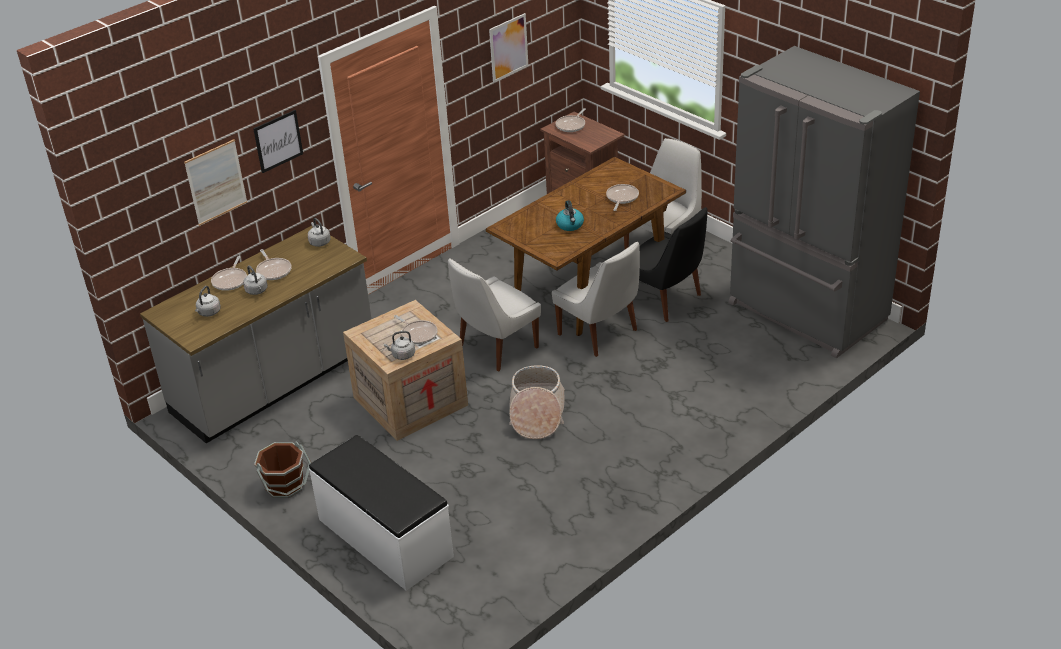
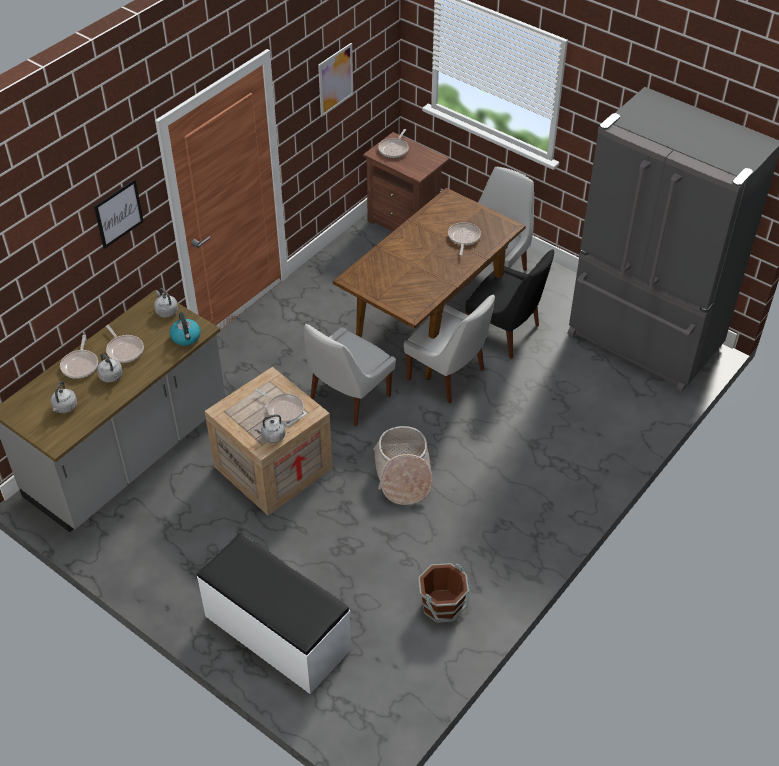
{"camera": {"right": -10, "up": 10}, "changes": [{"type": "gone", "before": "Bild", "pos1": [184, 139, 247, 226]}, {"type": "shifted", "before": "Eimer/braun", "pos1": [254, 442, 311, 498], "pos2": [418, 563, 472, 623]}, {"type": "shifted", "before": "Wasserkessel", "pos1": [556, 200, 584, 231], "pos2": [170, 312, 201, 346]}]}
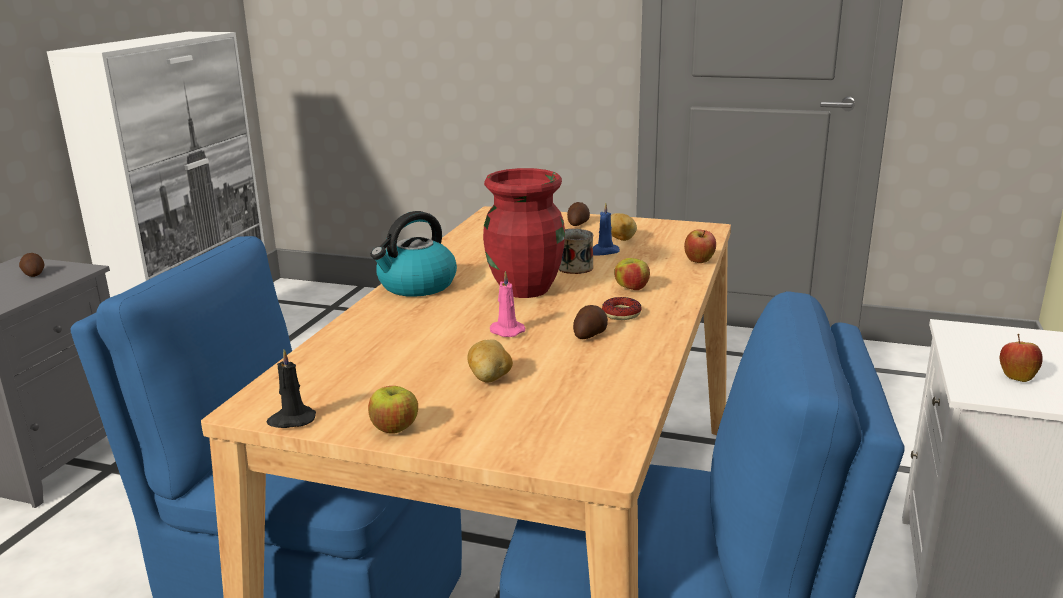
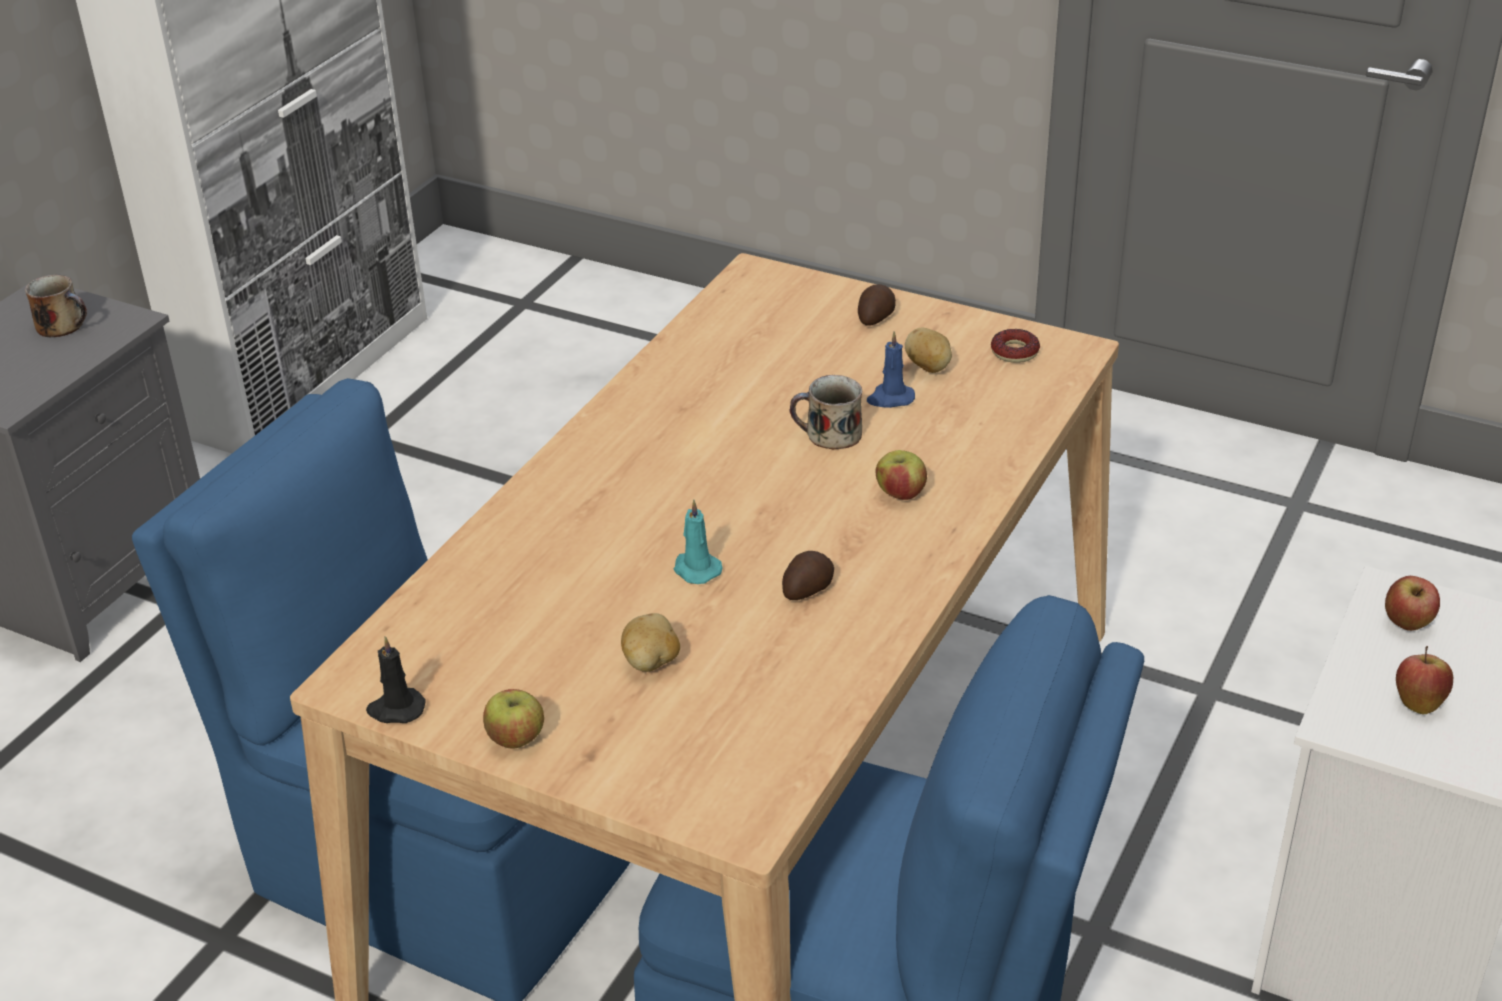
{"camera": {"right": 10, "up": 15}, "changes": [{"type": "gone", "before": "Wasserkessel", "pos1": [371, 211, 457, 297]}, {"type": "gone", "before": "Vase/rot", "pos1": [483, 168, 565, 298]}, {"type": "shifted", "before": "Donut", "pos1": [602, 297, 642, 320], "pos2": [991, 329, 1040, 363]}, {"type": "shifted", "before": "Apfel", "pos1": [684, 230, 716, 263], "pos2": [1385, 576, 1440, 631]}, {"type": "swapped", "before": "Kartoffel", "after": "Henkelbecher", "pos1": [19, 253, 44, 277], "pos2": [25, 274, 87, 337]}, {"type": "repainted", "before": "Kerze/rosa", "after": "Kerze/türkis", "pos1": [490, 271, 525, 337], "pos2": [674, 499, 723, 584]}]}
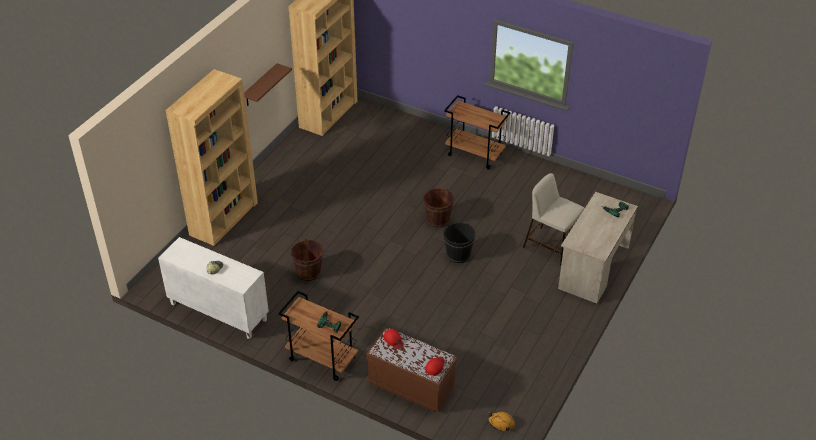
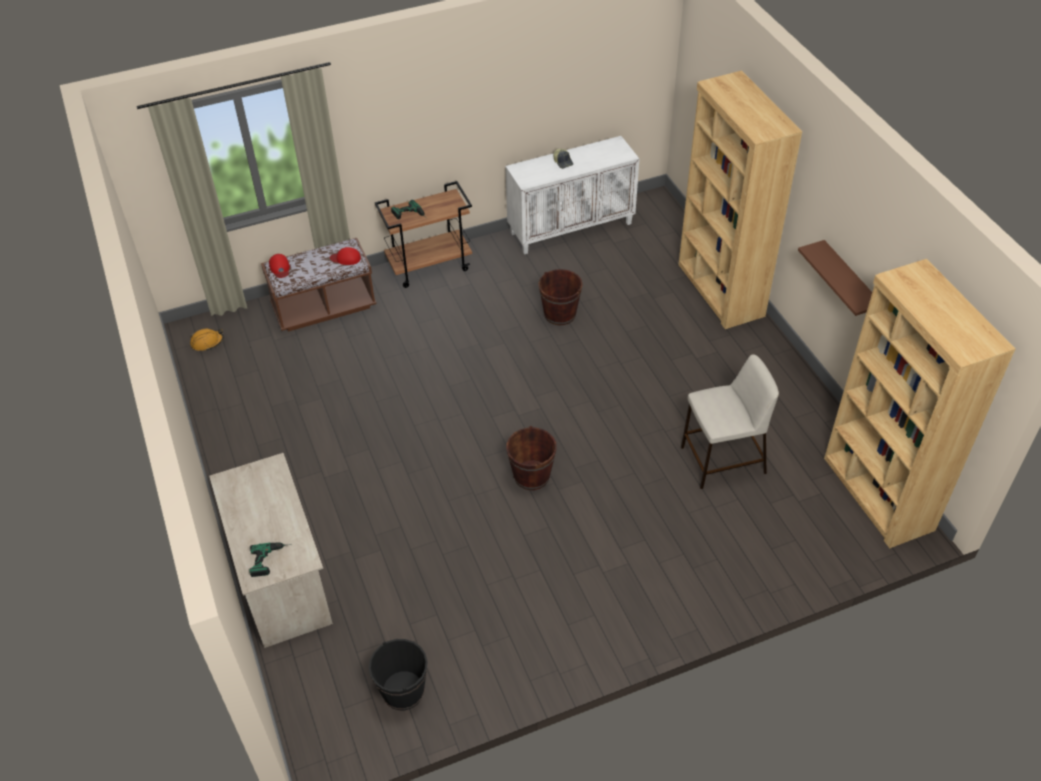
{"camera": {"right": 130, "up": 5}, "changes": [{"type": "gone", "before": "Rollwagen/braun", "pos1": [444, 95, 510, 170]}, {"type": "shifted", "before": "Eimer/schwarz", "pos1": [444, 223, 475, 263], "pos2": [369, 639, 428, 710]}, {"type": "shifted", "before": "Hocker/beige", "pos1": [523, 173, 584, 265], "pos2": [681, 354, 779, 489]}]}
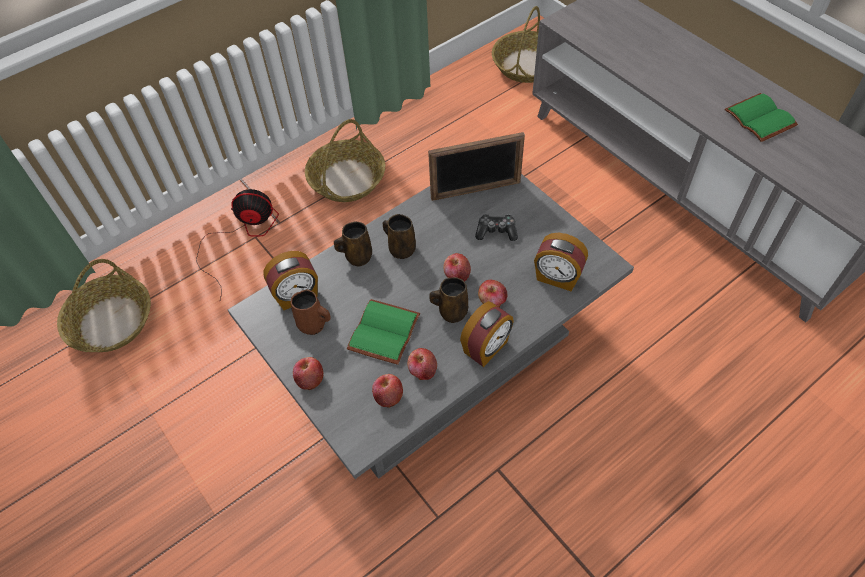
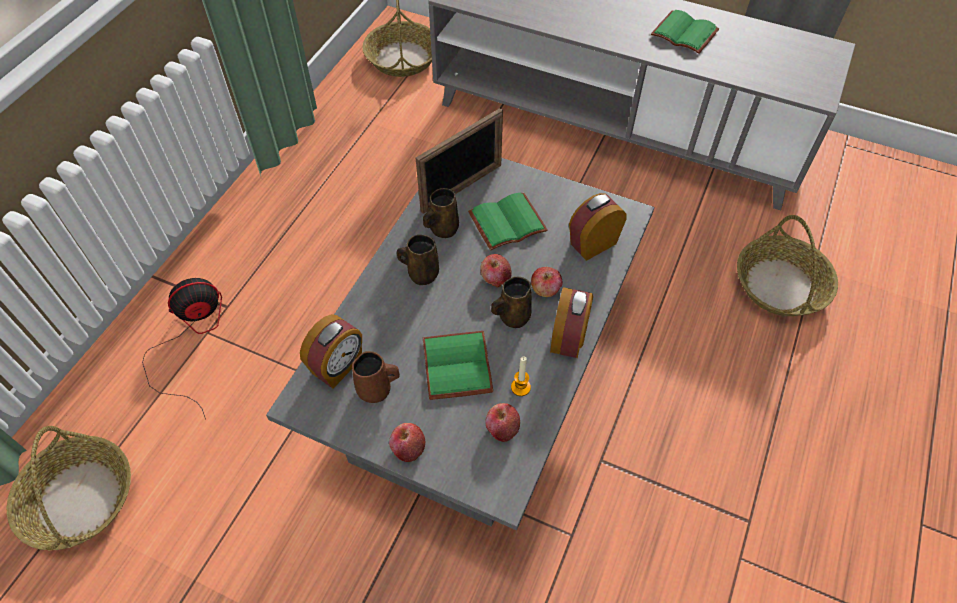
{"camera": {"right": -30, "up": 0}, "changes": [{"type": "shifted", "before": "Korb", "pos1": [305, 119, 385, 202], "pos2": [737, 215, 838, 316]}, {"type": "shifted", "before": "Henkelbecher/braun", "pos1": [334, 222, 372, 267], "pos2": [423, 188, 459, 238]}, {"type": "swapped", "before": "Apfel", "after": "Kerze", "pos1": [407, 348, 437, 380], "pos2": [511, 356, 531, 396]}, {"type": "swapped", "before": "Gamepad", "after": "Buch/grün", "pos1": [475, 214, 518, 241], "pos2": [468, 192, 548, 251]}, {"type": "rotated", "before": "Wecker", "pos1": [534, 232, 588, 291], "pos2": [569, 193, 626, 261], "turn": 150}]}
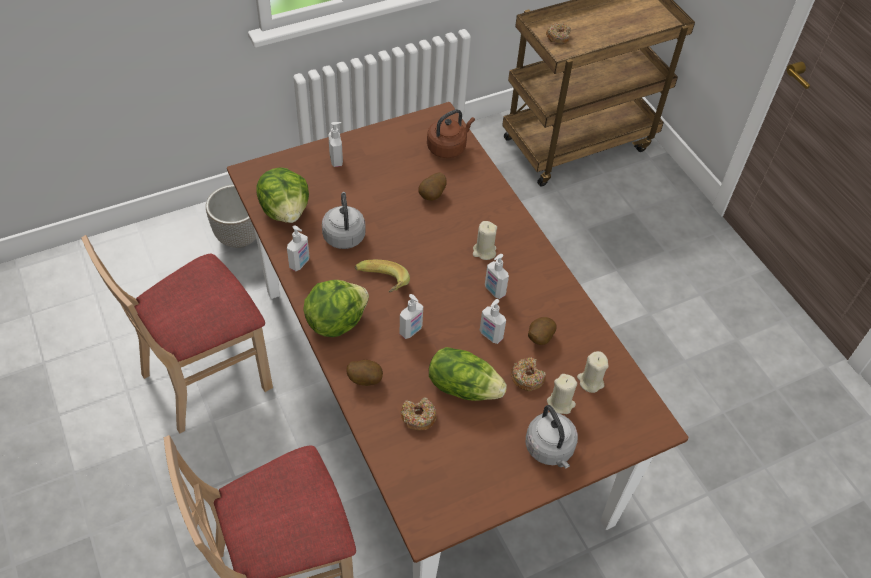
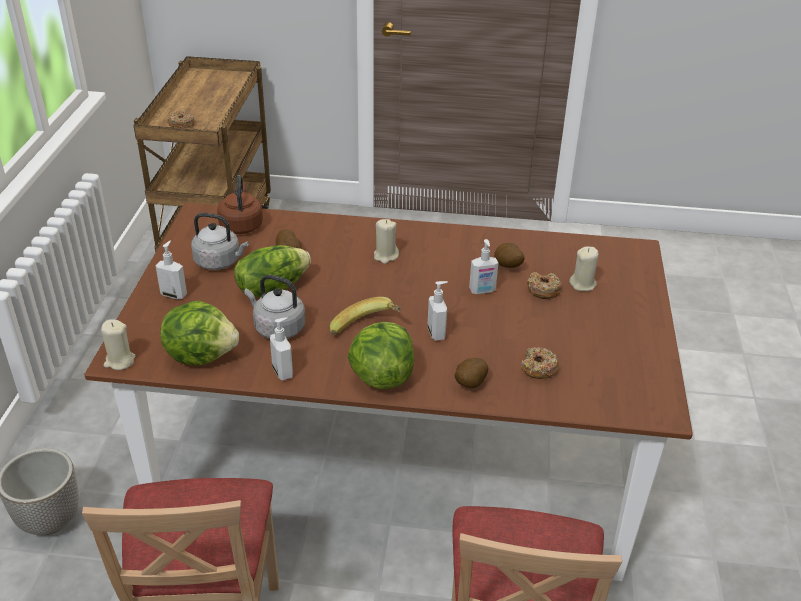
{"camera": {"right": -55, "up": -15}, "changes": [{"type": "gone", "before": "Seifenspender", "pos1": [485, 254, 509, 299]}, {"type": "shifted", "before": "Salatkopf", "pos1": [429, 347, 507, 401], "pos2": [234, 245, 311, 297]}, {"type": "shifted", "before": "Wasserkessel/grau", "pos1": [525, 405, 578, 469], "pos2": [191, 213, 248, 270]}, {"type": "shifted", "before": "Kerze/beige", "pos1": [577, 351, 609, 393], "pos2": [101, 319, 135, 370]}]}
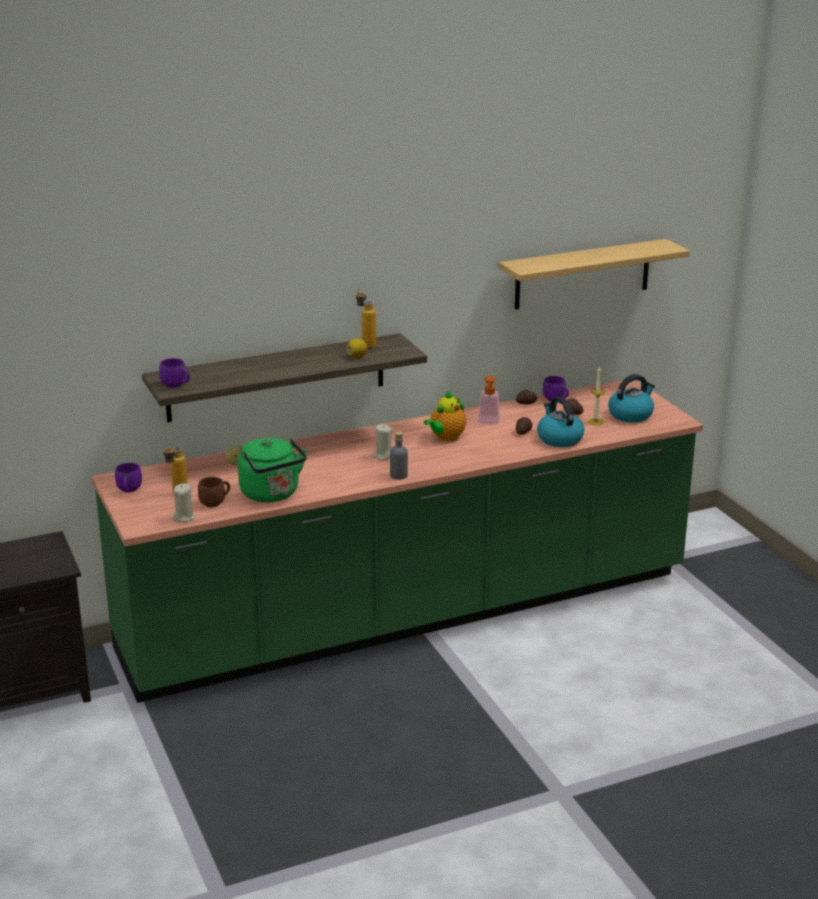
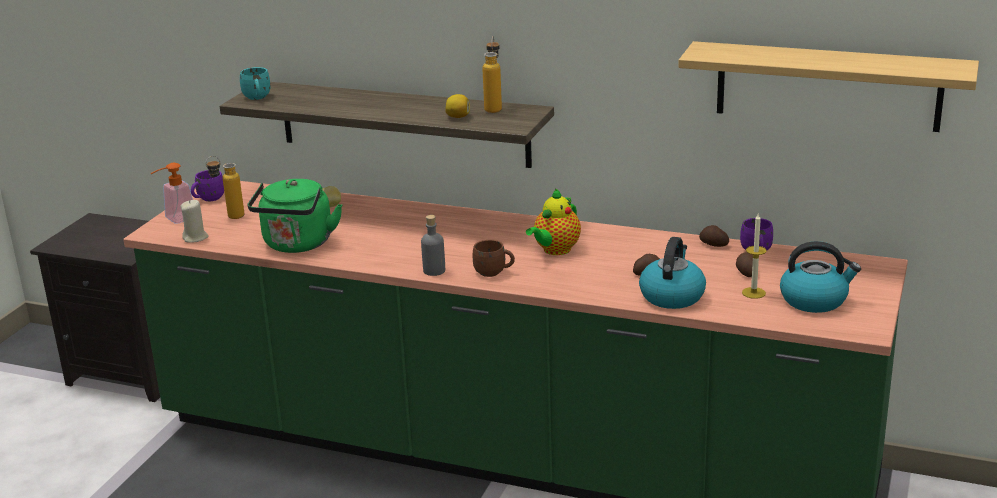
{"camera": {"right": 45, "up": 0}, "changes": [{"type": "gone", "before": "Kerze/beige", "pos1": [372, 424, 392, 460]}, {"type": "shifted", "before": "Henkelbecher/braun", "pos1": [198, 477, 230, 507], "pos2": [472, 240, 515, 277]}, {"type": "shifted", "before": "Seifenspender", "pos1": [478, 376, 500, 424], "pos2": [151, 163, 193, 224]}, {"type": "repainted", "before": "Henkelbecher/lila", "after": "Henkelbecher/türkis", "pos1": [159, 358, 190, 388], "pos2": [240, 67, 271, 100]}, {"type": "rotated", "before": "Teekanne", "pos1": [424, 391, 466, 442], "pos2": [526, 189, 581, 255], "turn": -45}]}
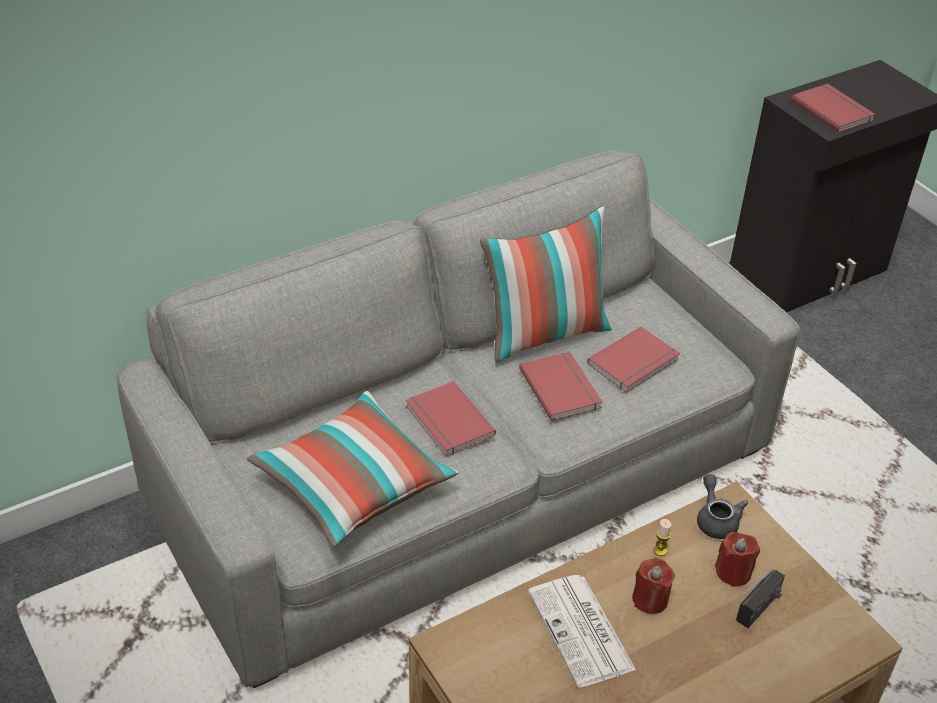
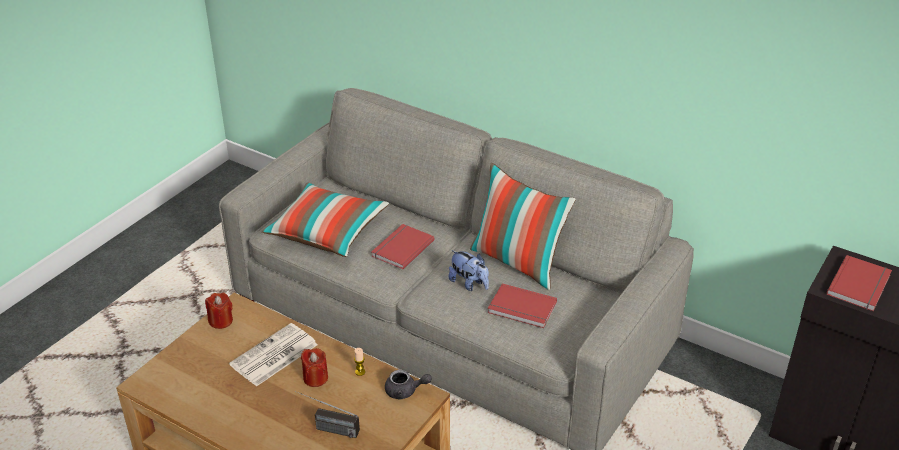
{"camera": {"right": 65, "up": -5}, "changes": [{"type": "shifted", "before": "Kerze/rot", "pos1": [715, 532, 760, 587], "pos2": [205, 293, 233, 329]}, {"type": "swapped", "before": "Buch/rot", "after": "Plüschtier", "pos1": [519, 352, 602, 421], "pos2": [449, 250, 489, 291]}, {"type": "rotated", "before": "Teekanne/grau", "pos1": [697, 474, 748, 539], "pos2": [385, 370, 432, 400], "turn": 45}]}
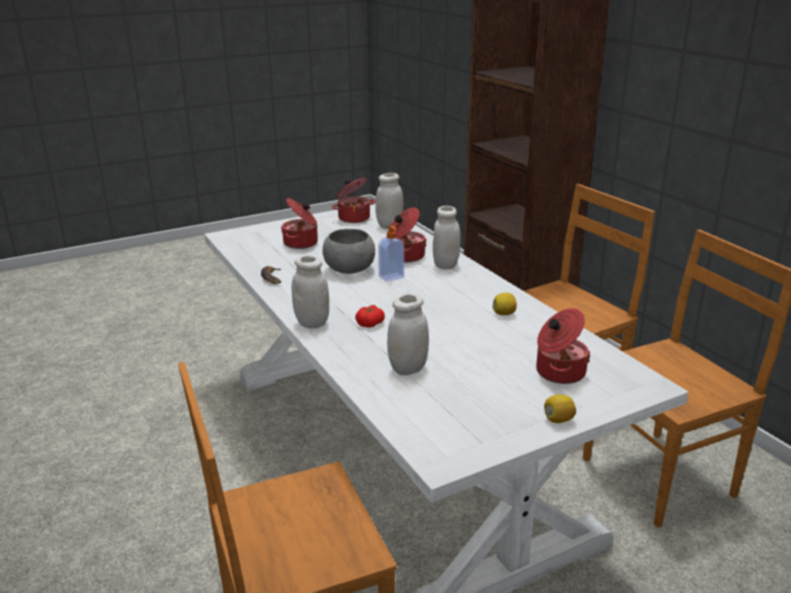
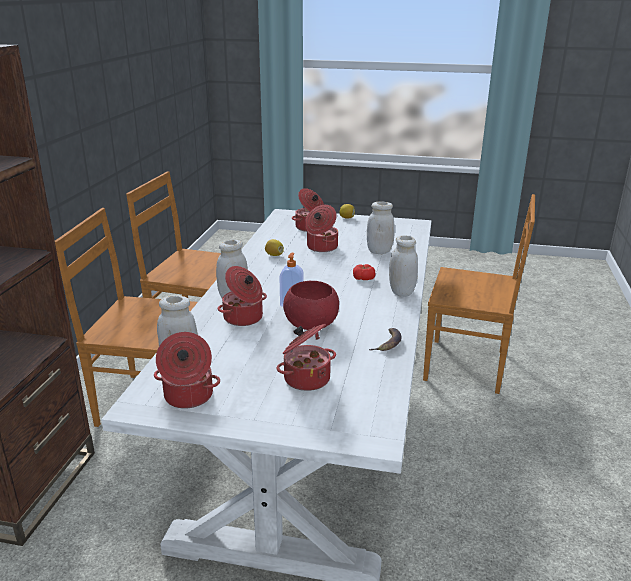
{"camera": {"right": -140, "up": 0}, "changes": [{"type": "new", "after": "Kochtopf", "pos2": [305, 205, 338, 252]}, {"type": "repainted", "before": "Schüssel/grau", "after": "Schüssel/rot", "pos1": [322, 229, 375, 274], "pos2": [283, 281, 339, 330]}]}
